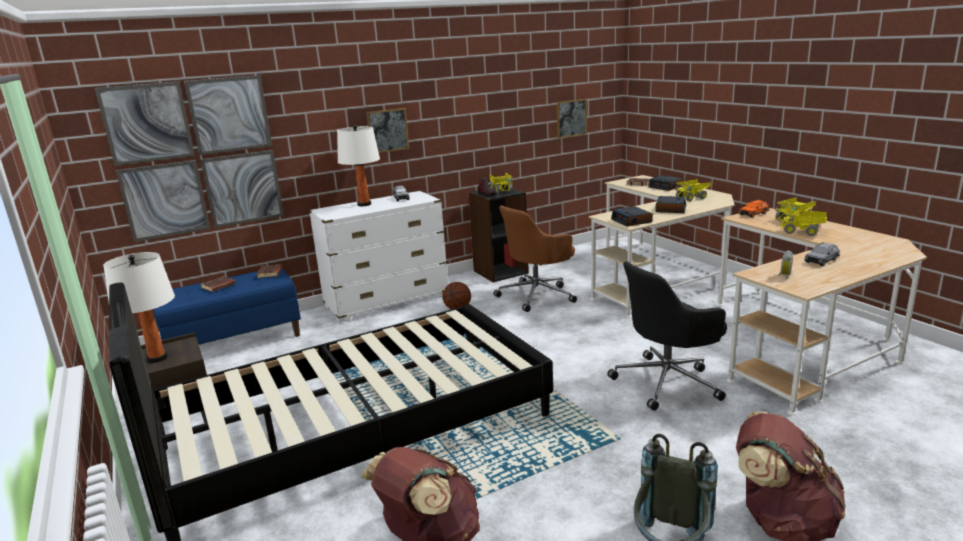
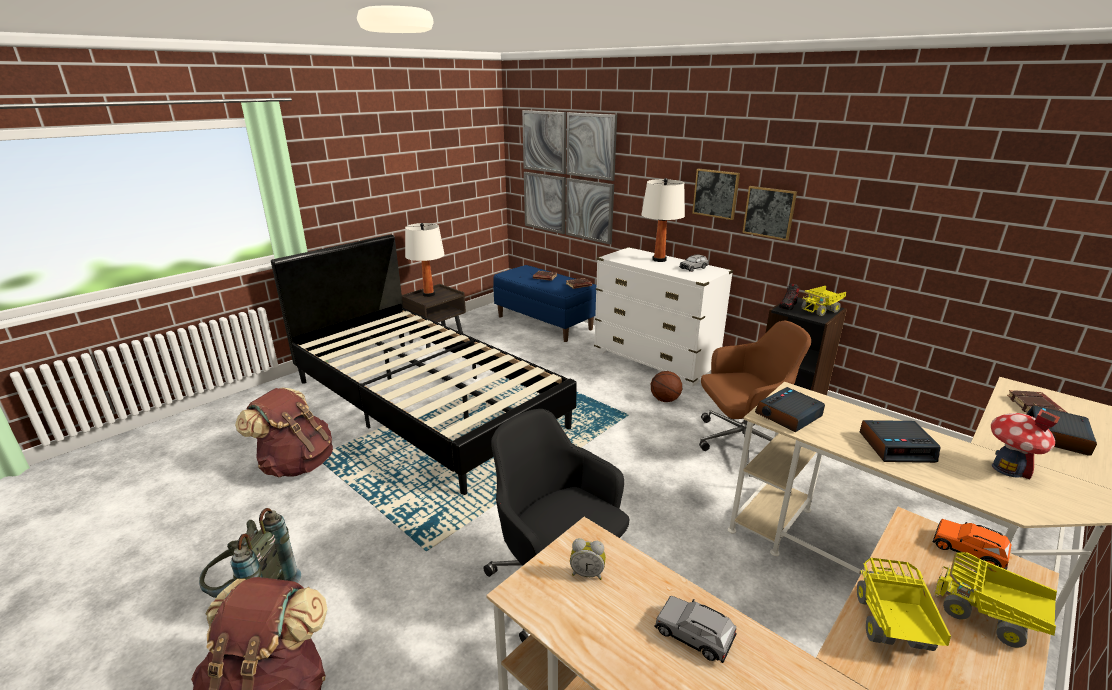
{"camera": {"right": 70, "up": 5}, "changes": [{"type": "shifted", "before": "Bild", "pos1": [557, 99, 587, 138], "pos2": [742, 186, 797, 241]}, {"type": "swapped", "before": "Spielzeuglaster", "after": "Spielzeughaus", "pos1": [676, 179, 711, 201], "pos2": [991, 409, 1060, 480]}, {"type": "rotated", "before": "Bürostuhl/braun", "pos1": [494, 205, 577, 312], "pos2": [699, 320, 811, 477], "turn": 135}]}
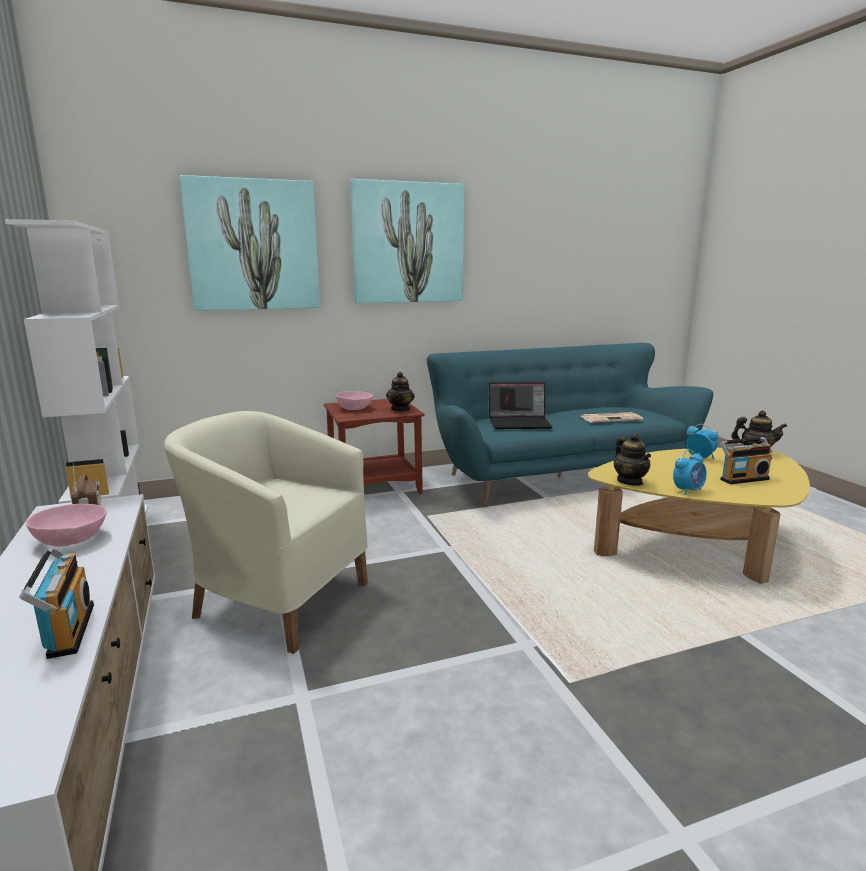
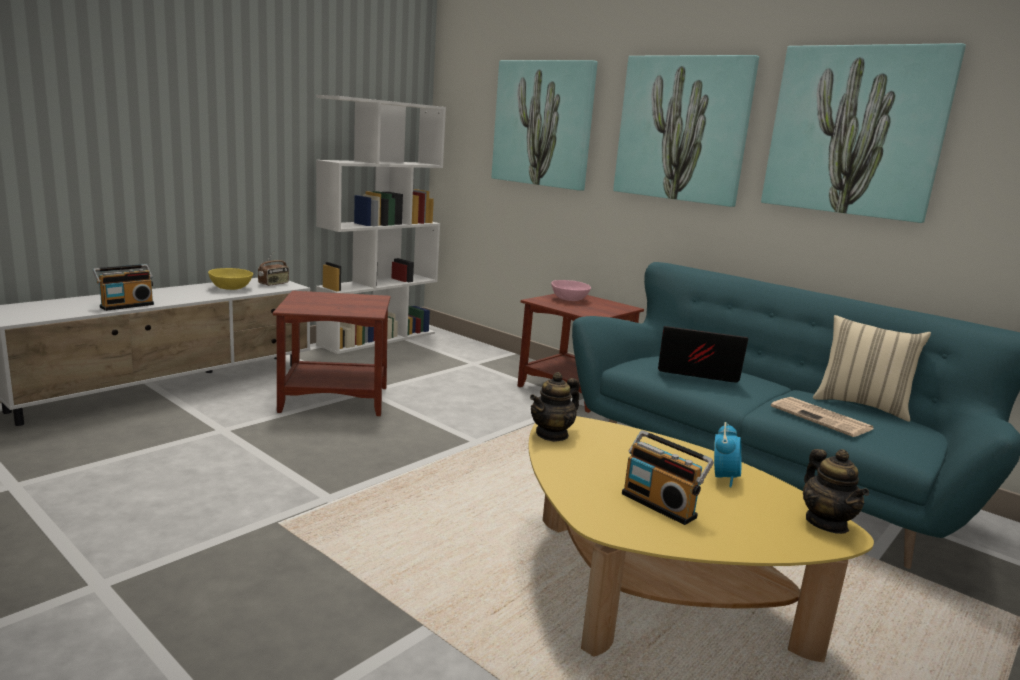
{"camera": {"right": 60, "up": 0}, "changes": [{"type": "gone", "before": "Teekanne", "pos1": [386, 372, 415, 412]}, {"type": "gone", "before": "Wecker", "pos1": [673, 449, 707, 495]}, {"type": "new", "after": "Bild", "pos2": [761, 43, 966, 223]}, {"type": "new", "after": "Kissen/beige", "pos2": [813, 315, 931, 422]}, {"type": "swapped", "before": "Sessel/beige", "after": "Beistelltisch/braun", "pos1": [164, 411, 368, 654], "pos2": [273, 291, 391, 416]}, {"type": "repainted", "before": "Schüssel/rosa", "after": "Schüssel/gelb", "pos1": [26, 504, 107, 546], "pos2": [208, 268, 253, 290]}, {"type": "rotated", "before": "Laptop", "pos1": [489, 382, 553, 429], "pos2": [658, 326, 748, 383], "turn": 135}]}
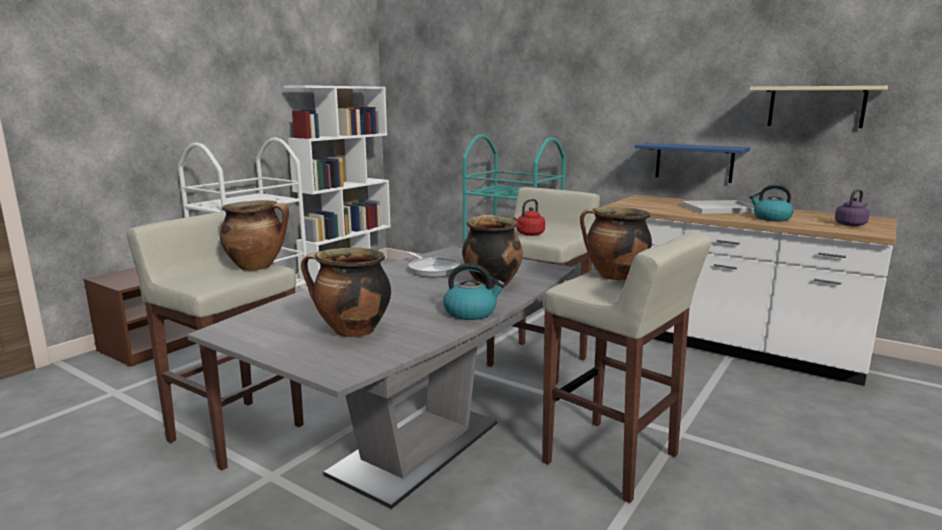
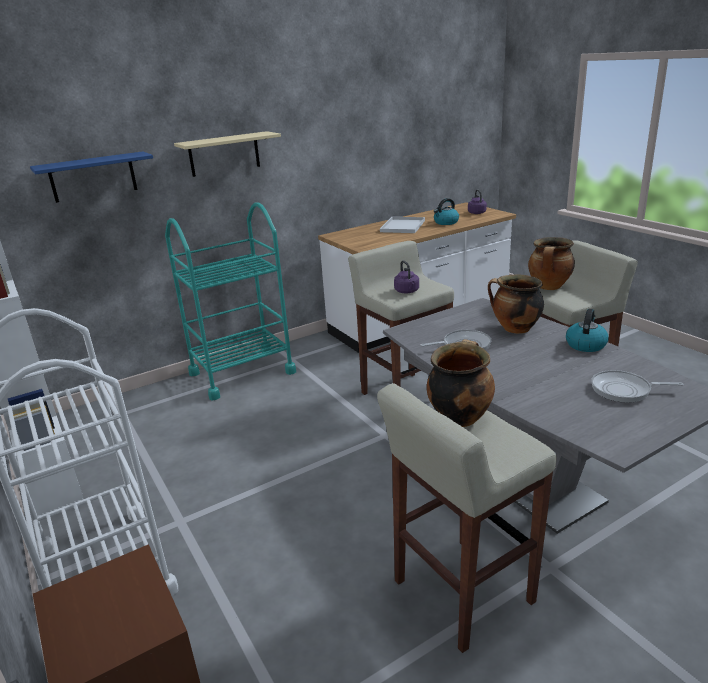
{"camera": {"right": -65, "up": 10}, "changes": [{"type": "shifted", "before": "Wandregal/blau", "pos1": [634, 143, 750, 183], "pos2": [30, 151, 153, 203]}, {"type": "shifted", "before": "Wandregal/beige", "pos1": [749, 86, 888, 128], "pos2": [174, 131, 281, 177]}, {"type": "swapped", "before": "Kochtopf", "after": "Pfanne", "pos1": [301, 248, 391, 337], "pos2": [591, 370, 683, 403]}, {"type": "repainted", "before": "Wasserkessel/rot", "after": "Wasserkessel/lila", "pos1": [513, 199, 545, 236], "pos2": [394, 260, 419, 293]}]}
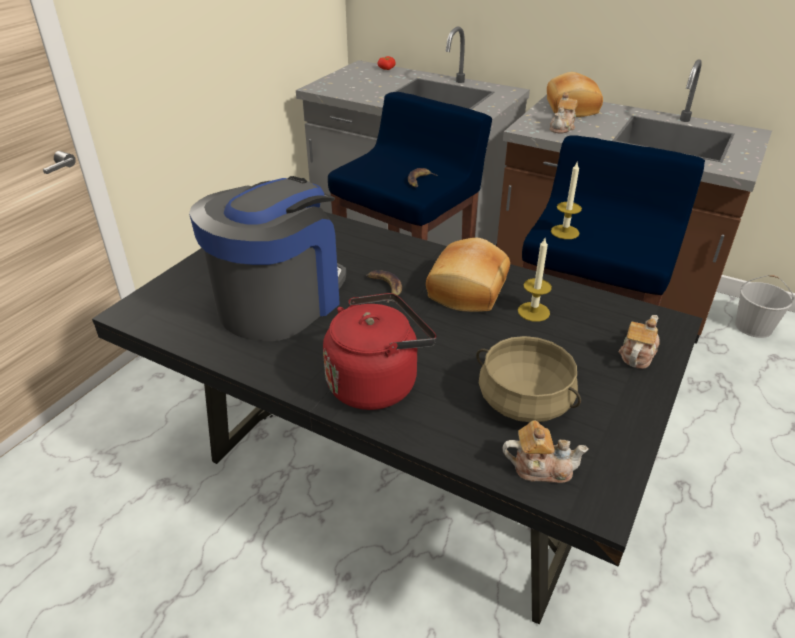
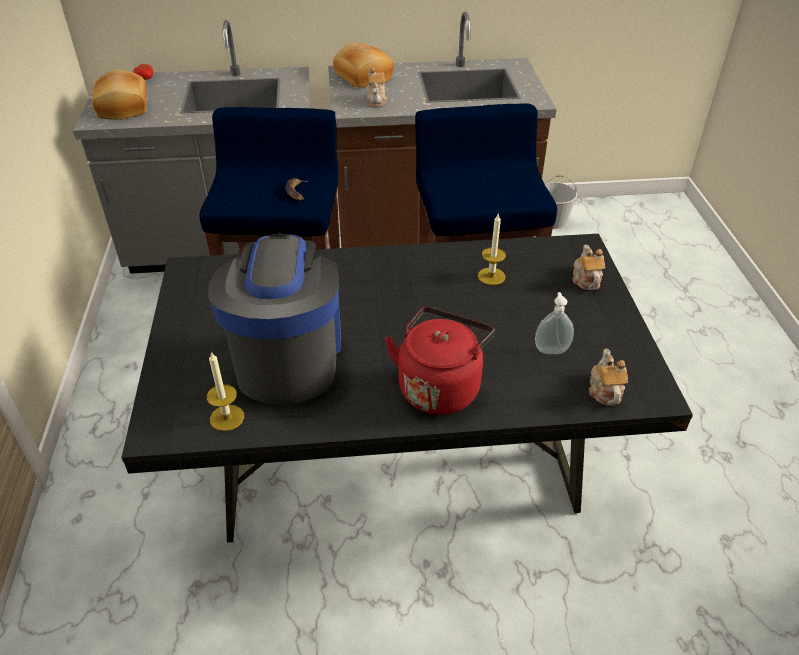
{"camera": {"right": -35, "up": 5}, "changes": [{"type": "gone", "before": "Banane", "pos1": [366, 270, 402, 303]}, {"type": "shifted", "before": "Brot", "pos1": [426, 238, 510, 312], "pos2": [92, 69, 147, 120]}, {"type": "shifted", "before": "Kerze", "pos1": [551, 162, 582, 239], "pos2": [207, 351, 244, 431]}, {"type": "swapped", "before": "Kochtopf/beige", "after": "Seifenspender", "pos1": [476, 336, 581, 422], "pos2": [535, 292, 574, 354]}, {"type": "rotated", "before": "Teekanne", "pos1": [503, 420, 588, 483], "pos2": [589, 348, 628, 406], "turn": -60}]}
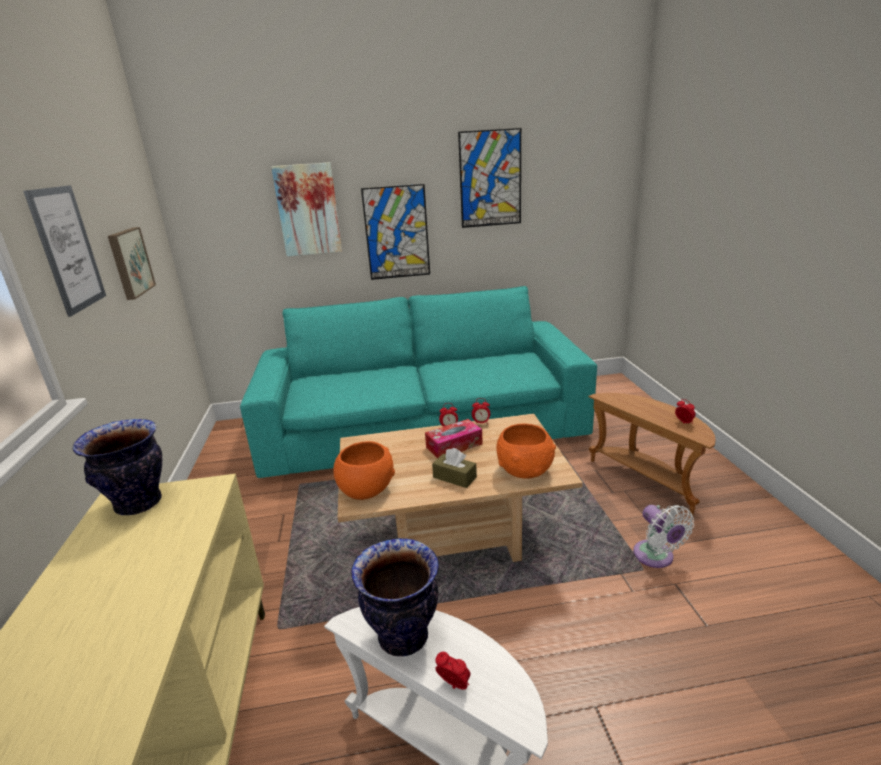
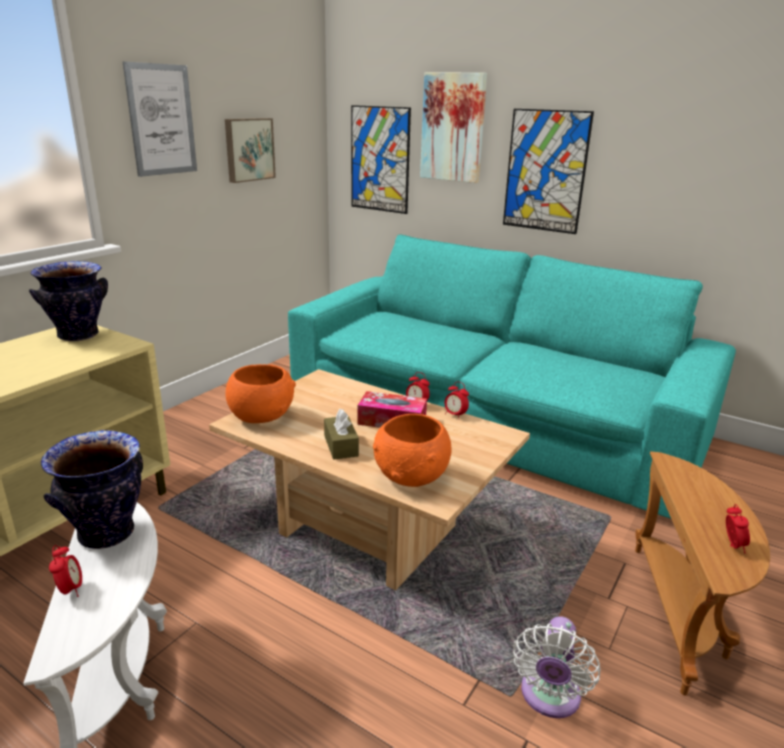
{"camera": {"right": 40, "up": 0}, "changes": [{"type": "shifted", "before": "Bild", "pos1": [458, 128, 521, 228], "pos2": [351, 105, 411, 214]}]}
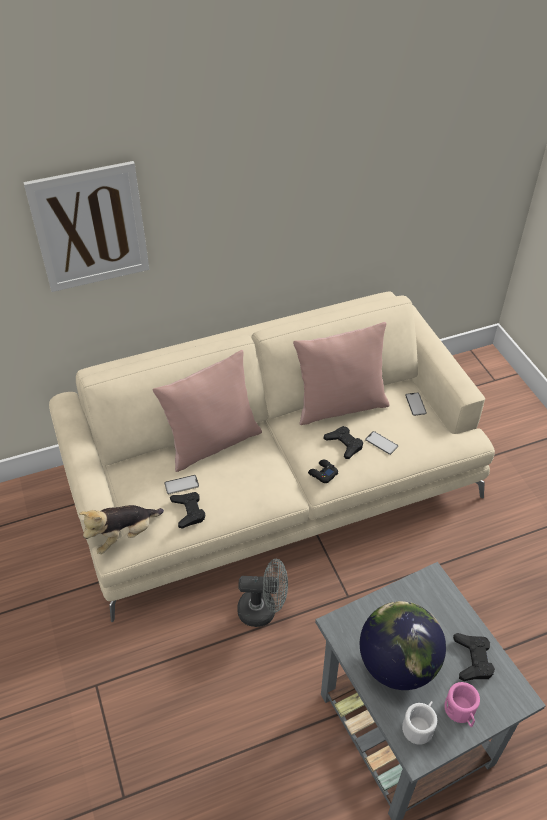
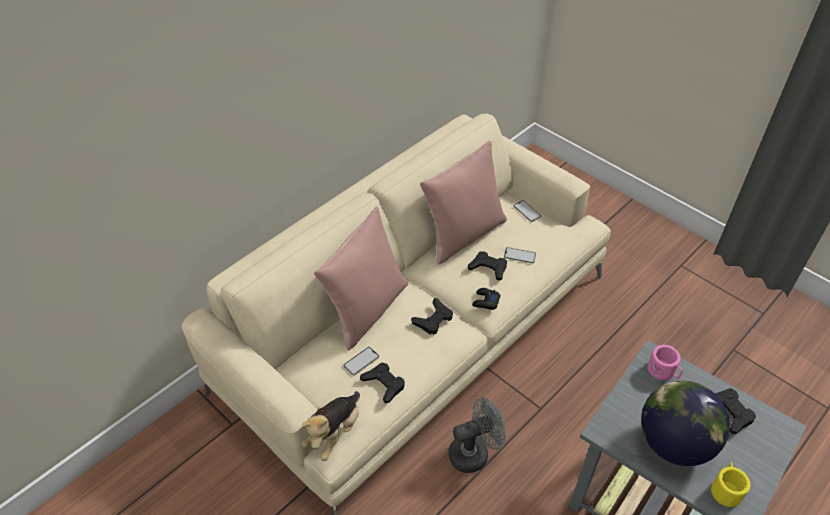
{"camera": {"right": -25, "up": 0}, "changes": [{"type": "gone", "before": "Bild", "pos1": [23, 161, 149, 292]}, {"type": "new", "after": "Gamepad/schwarz", "pos2": [411, 298, 453, 335]}, {"type": "shifted", "before": "Henkelbecher/rosa", "pos1": [444, 682, 480, 727], "pos2": [648, 345, 683, 380]}, {"type": "repainted", "before": "Henkelbecher/weiß", "after": "Henkelbecher/gelb", "pos1": [402, 701, 437, 745], "pos2": [711, 462, 750, 507]}]}
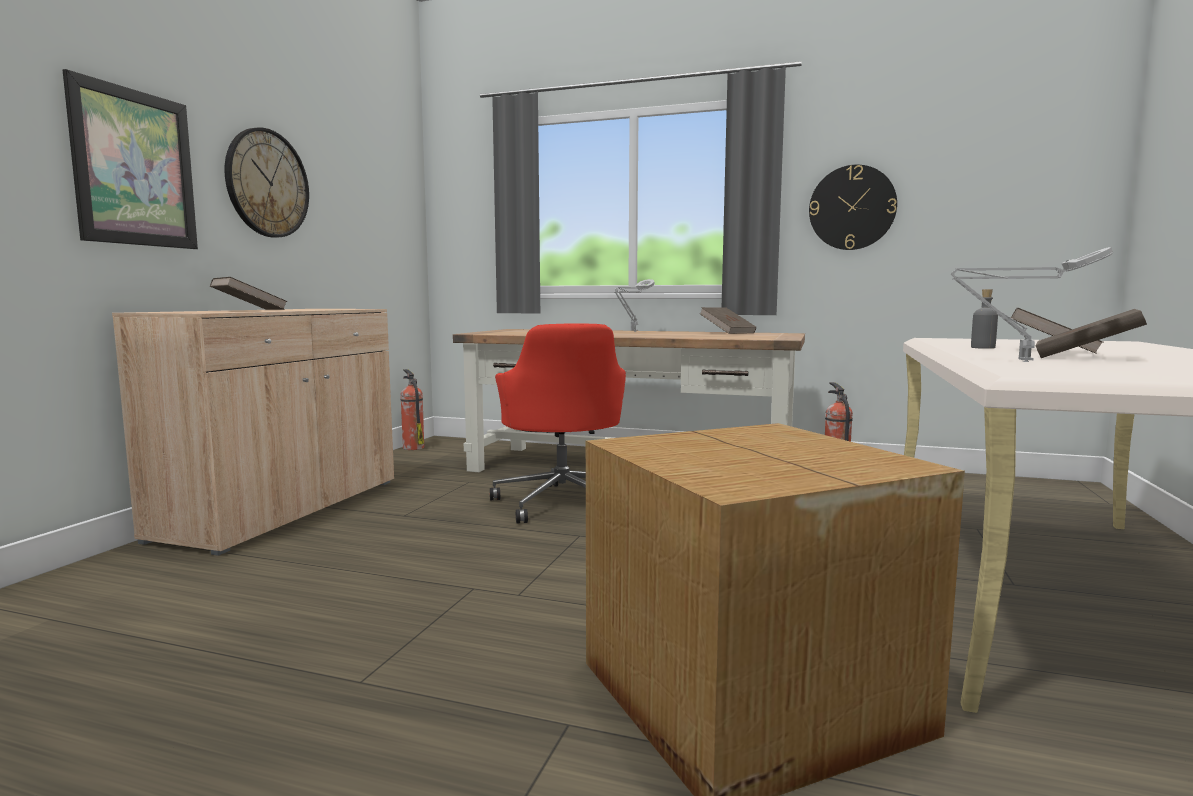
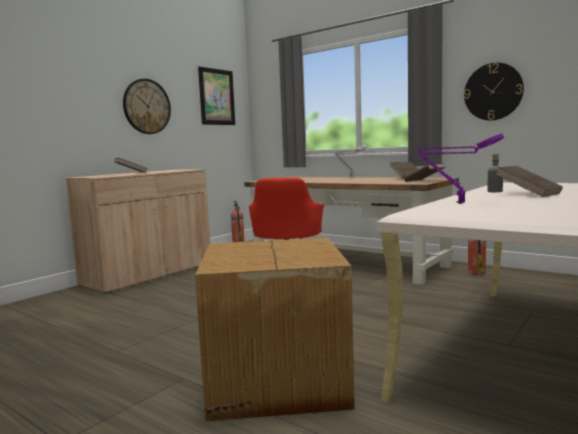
{"camera": {"right": 20, "up": 0}, "changes": [{"type": "shifted", "before": "Bild", "pos1": [63, 69, 198, 249], "pos2": [198, 67, 235, 125]}, {"type": "shifted", "before": "Buch/braun", "pos1": [1036, 309, 1147, 358], "pos2": [404, 163, 446, 182]}, {"type": "repainted", "before": "Tischlampe/grau", "after": "Tischlampe/lila", "pos1": [951, 247, 1113, 362], "pos2": [417, 134, 504, 204]}]}
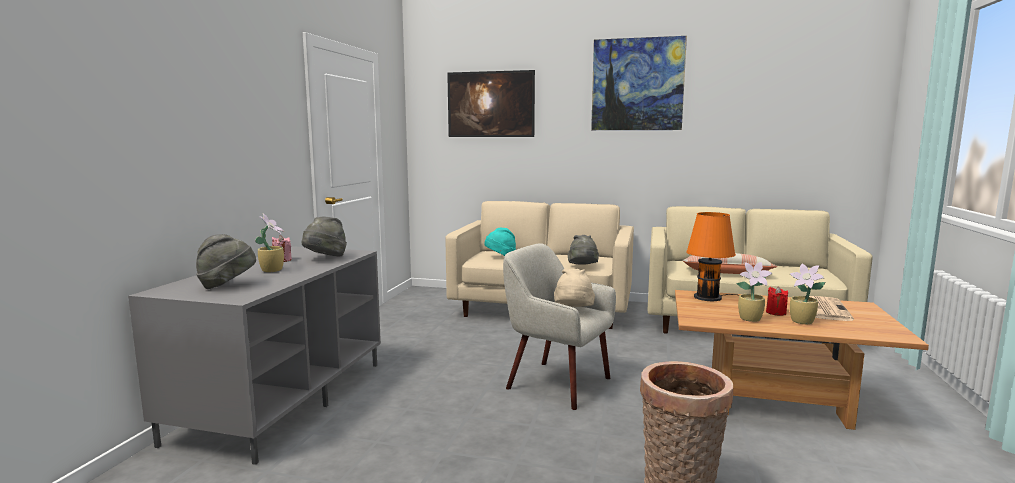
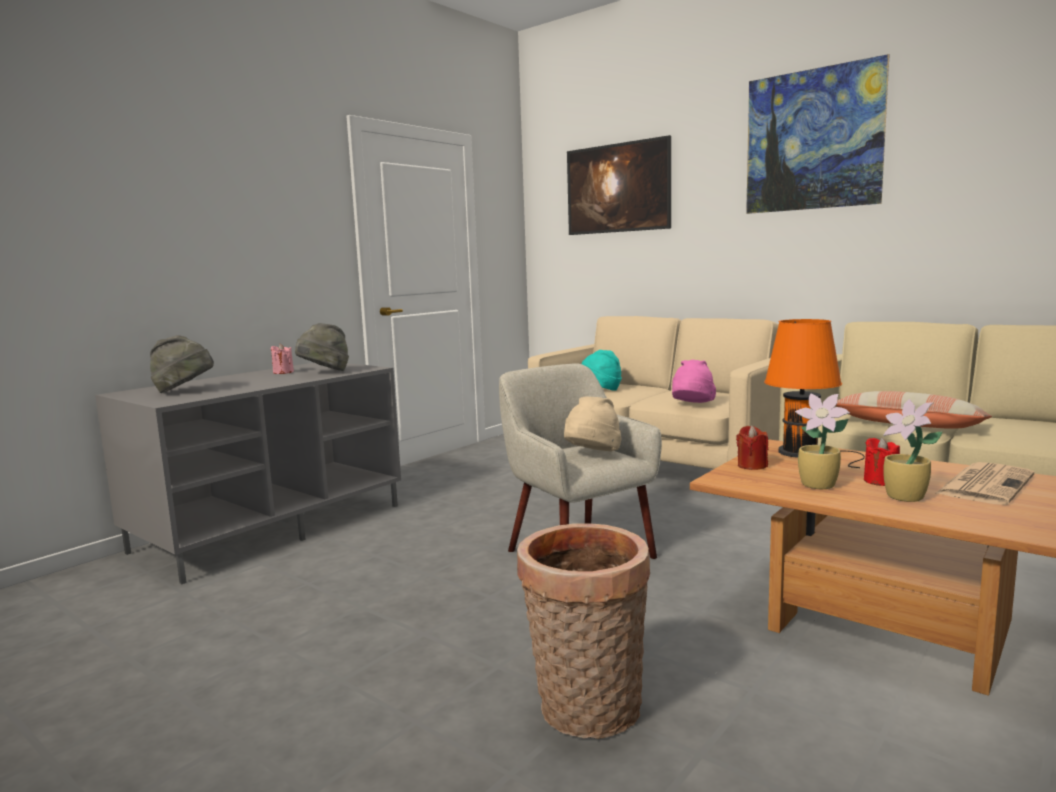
{"camera": {"right": 25, "up": 0}, "changes": [{"type": "gone", "before": "Topfpflanze", "pos1": [255, 214, 284, 272]}, {"type": "new", "after": "Kerze/rot", "pos2": [736, 425, 768, 470]}, {"type": "repainted", "before": "Hut/grau", "after": "Hut/rosa", "pos1": [568, 235, 599, 265], "pos2": [672, 360, 716, 403]}]}
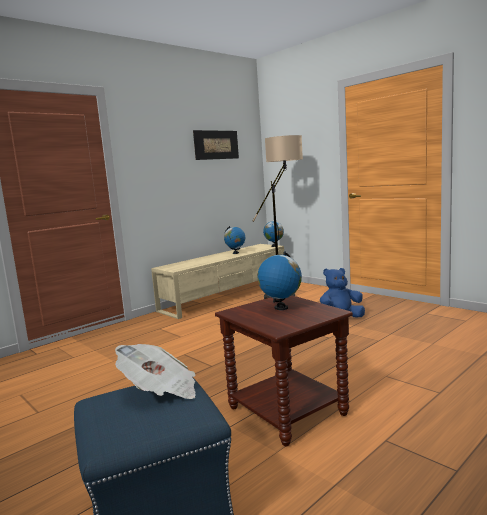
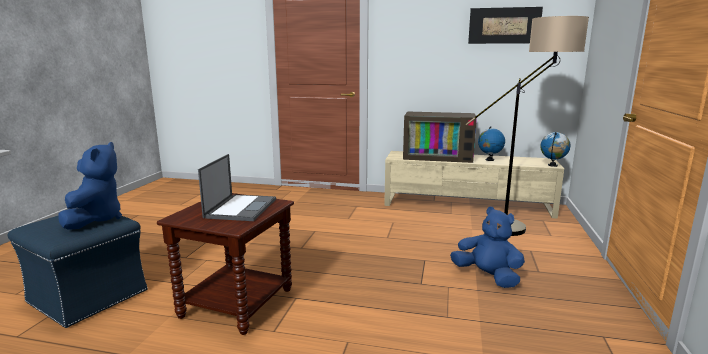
{"camera": {"right": 55, "up": 5}, "changes": [{"type": "new", "after": "Fernseher", "pos2": [403, 111, 477, 163]}, {"type": "swapped", "before": "Zeitung", "after": "Plüschtier/blau", "pos1": [115, 344, 196, 399], "pos2": [59, 142, 122, 230]}, {"type": "swapped", "before": "Globus", "after": "Laptop", "pos1": [257, 251, 302, 310], "pos2": [198, 154, 276, 221]}]}
